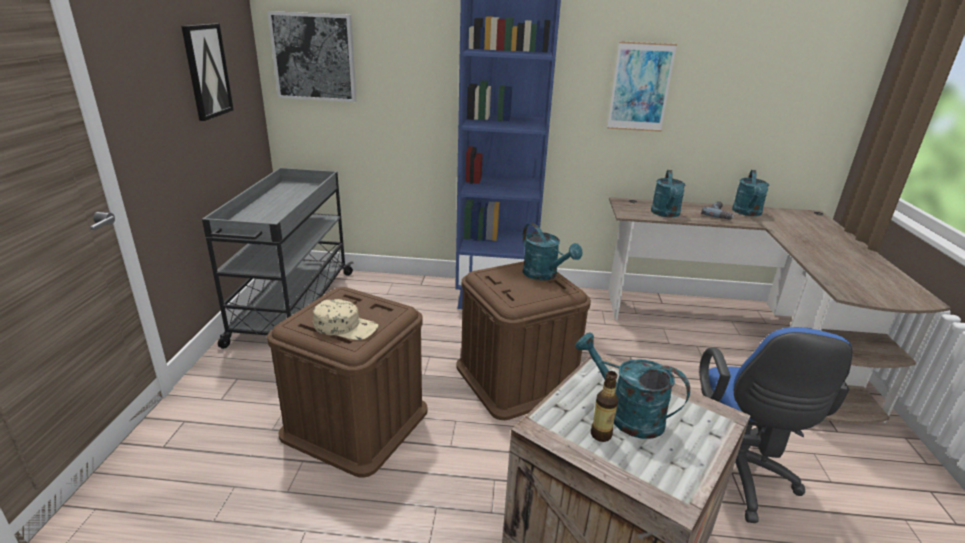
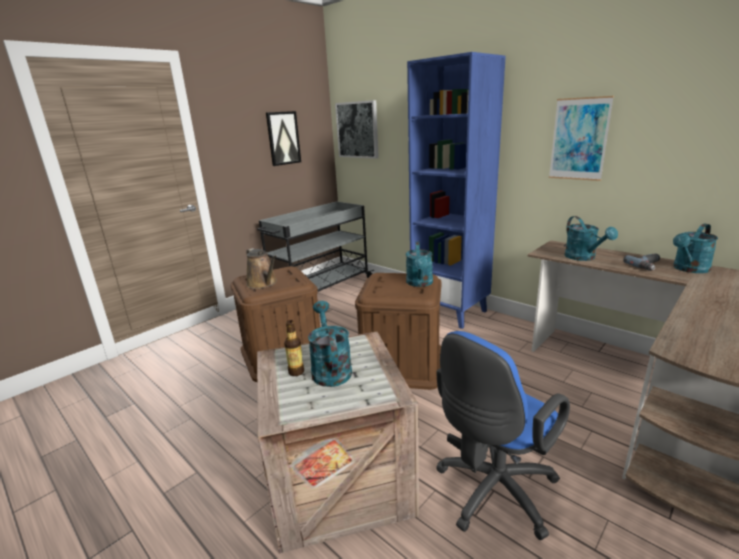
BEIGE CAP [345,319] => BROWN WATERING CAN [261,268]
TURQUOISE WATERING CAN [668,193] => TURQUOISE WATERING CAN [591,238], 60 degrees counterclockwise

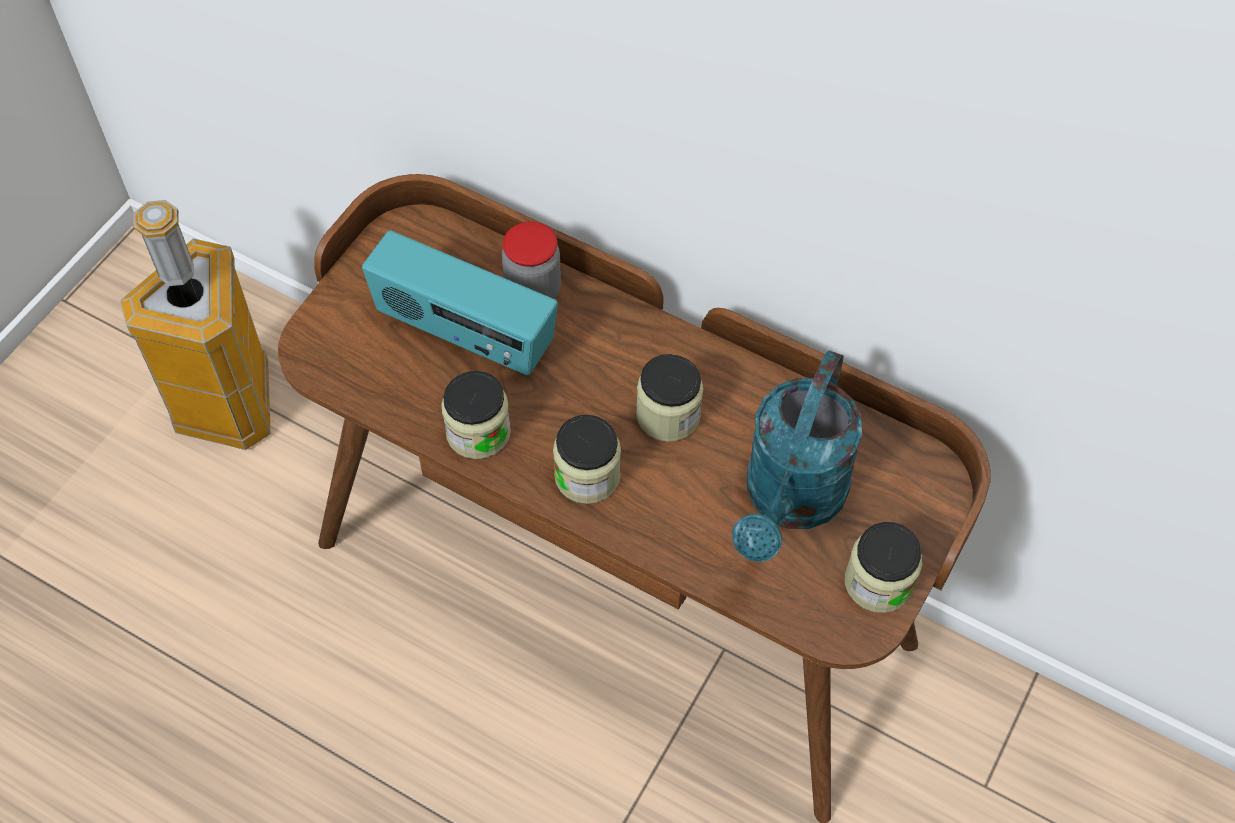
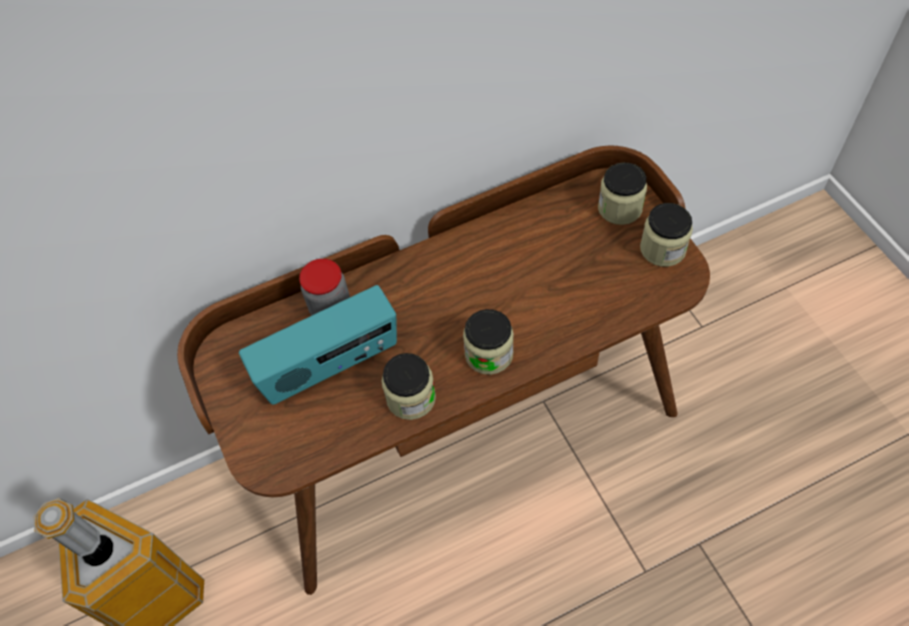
JAR [669,398] => JAR [622,193], relocated
TURQUOISE WATERING CAN [797,456] => nothing

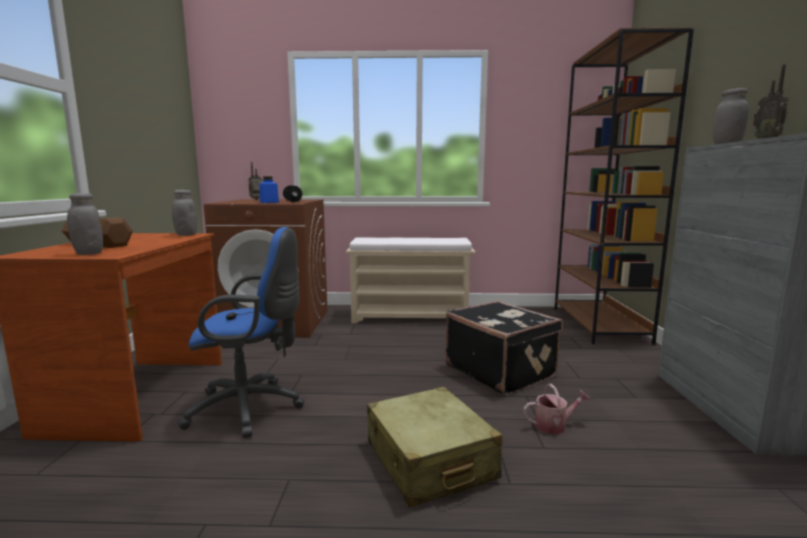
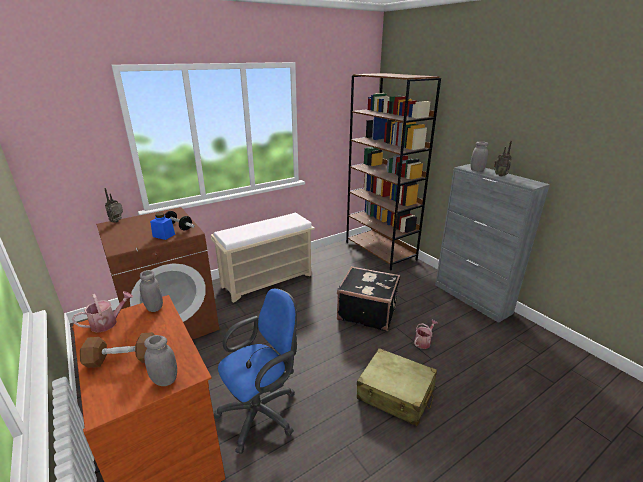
nothing => WATERING CAN [102,312]

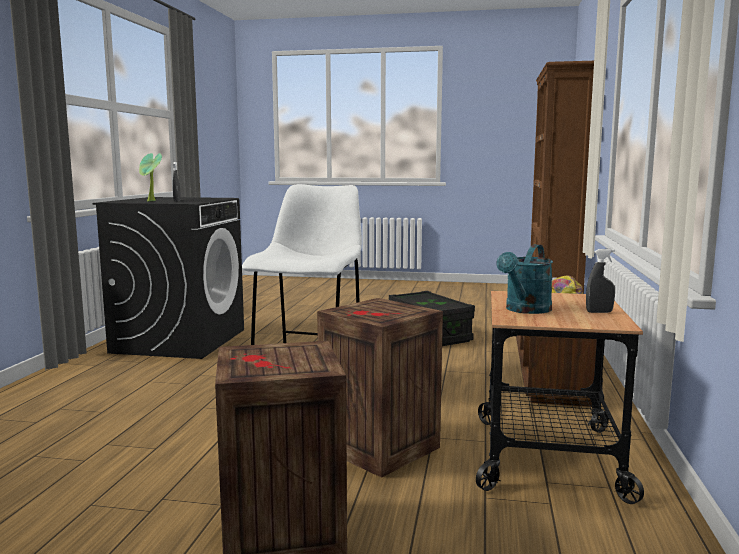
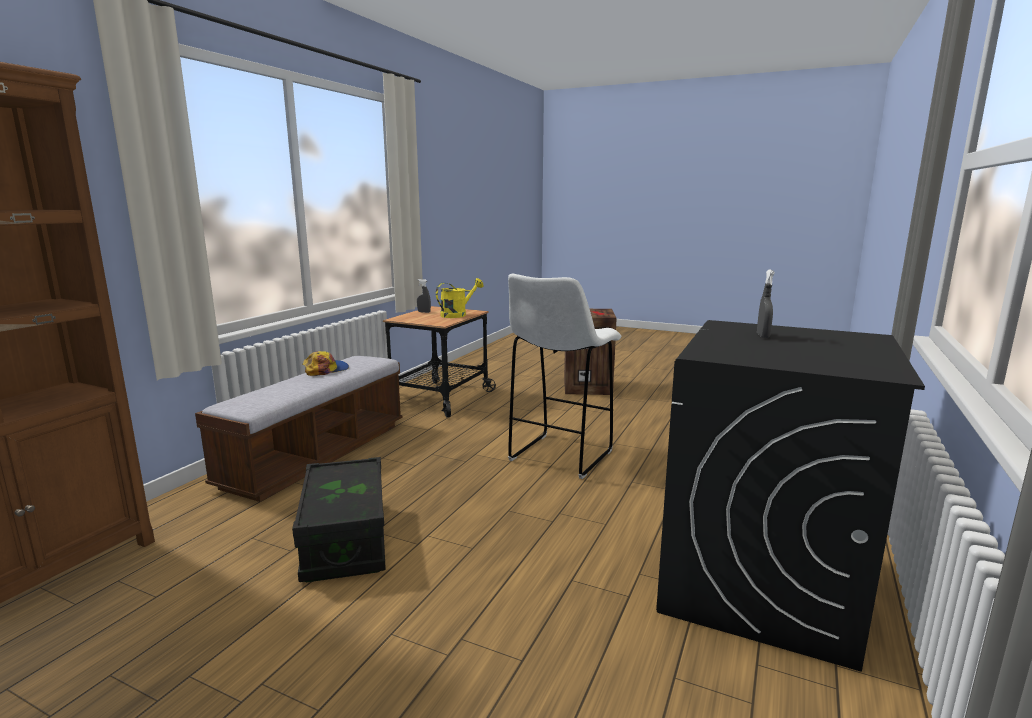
TURQUOISE WATERING CAN [525,279] => YELLOW WATERING CAN [460,298]
POTTED PLANT [150,177] => nothing
CRATE [380,388] => nothing

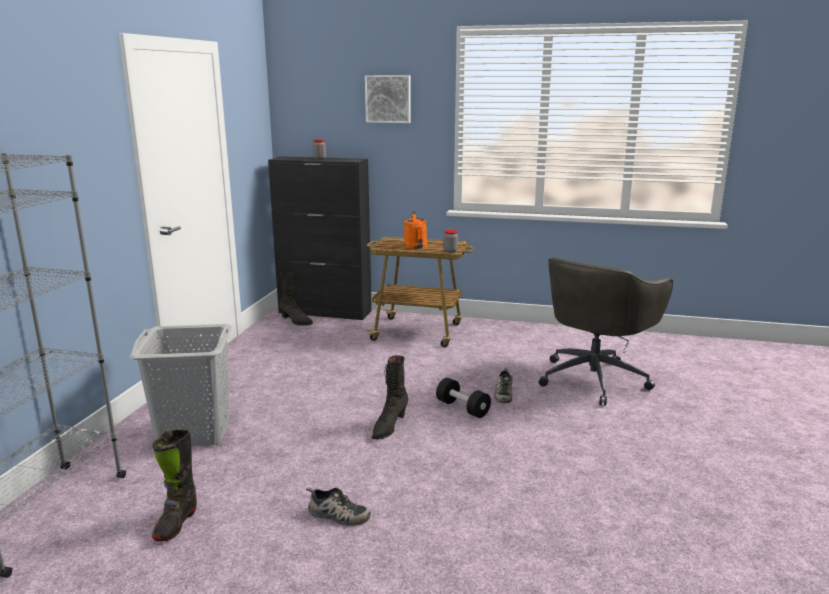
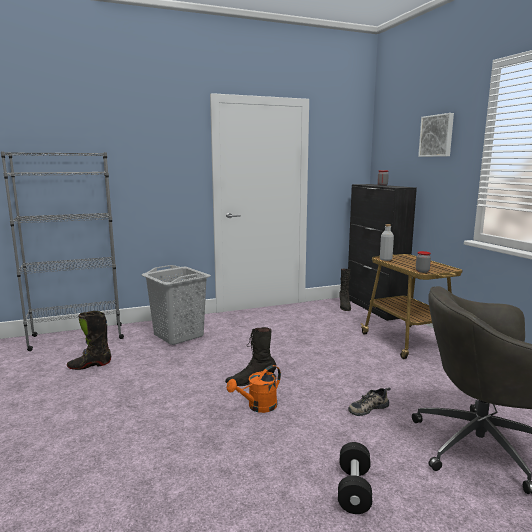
ORANGE WATERING CAN [415,230] => ORANGE WATERING CAN [253,389], relocated
BLACK DUMBBELL [463,398] => BLACK DUMBBELL [355,478], relocated
nothing => GREY BOTTLE [387,242]
SHOE [338,506] => nothing

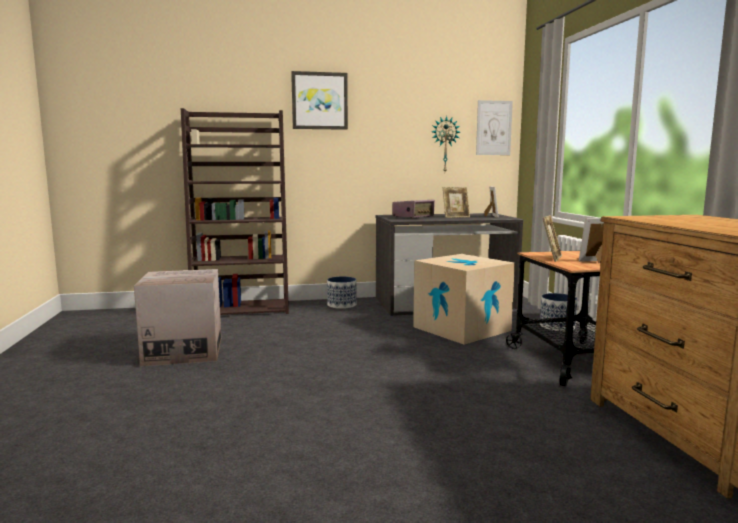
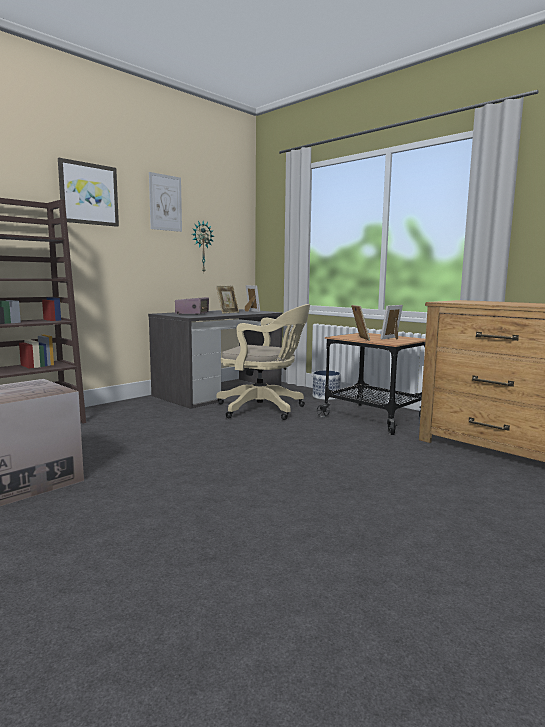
PICTURE [494,127] => PICTURE [165,202], relocated
CARDBOARD BOX [464,299] => BEIGE OFFICE CHAIR [263,362]
PLANTER [342,292] => nothing

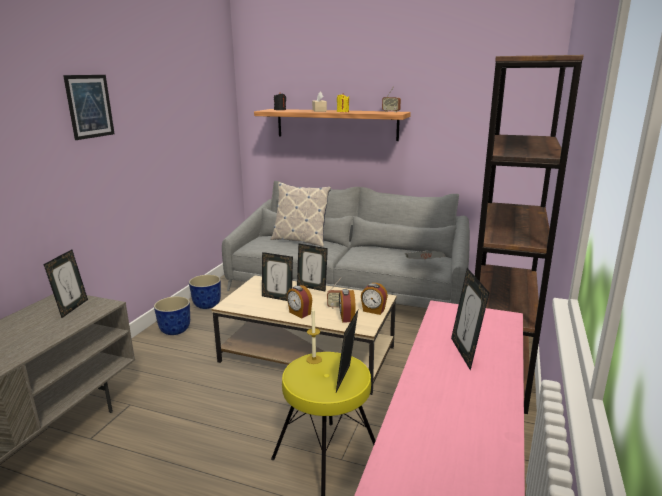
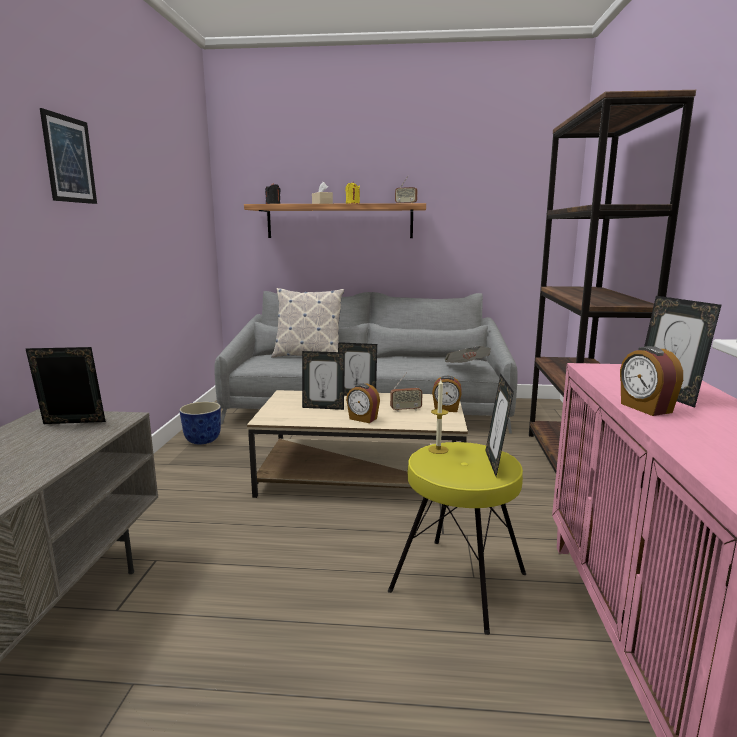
PICTURE FRAME [65,284] => PICTURE FRAME [65,385], 90 degrees counterclockwise
ALARM CLOCK [347,306] => ALARM CLOCK [651,381], relocated
PLANTER [172,315] => nothing

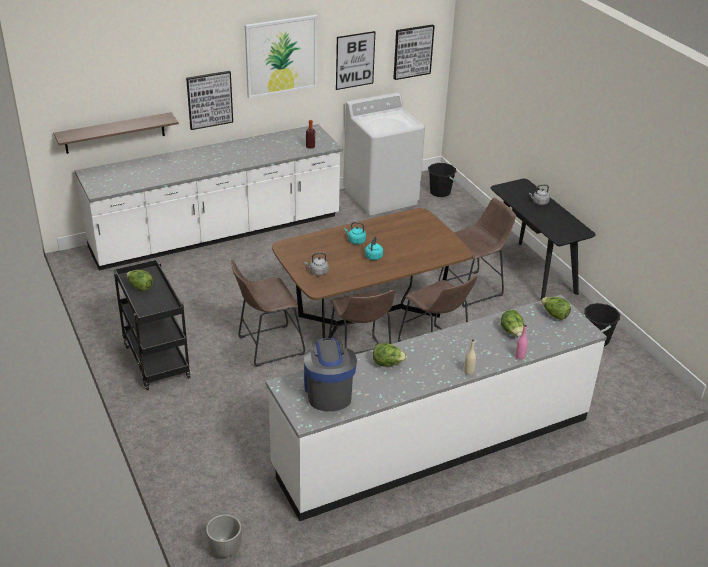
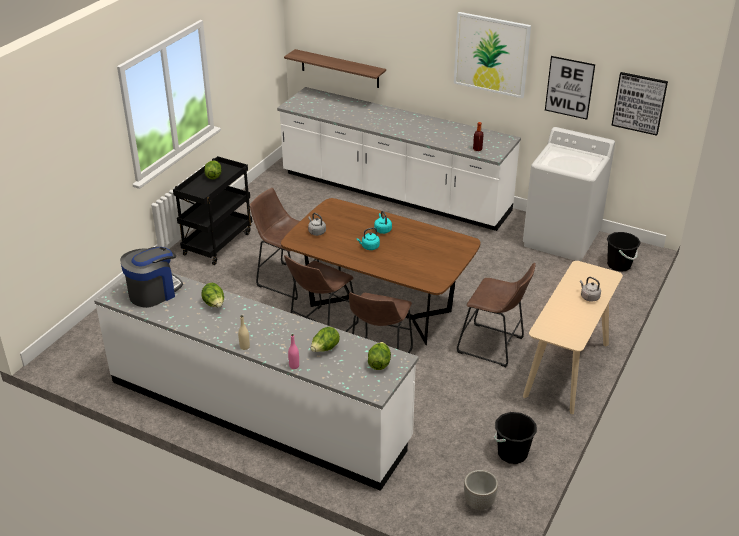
PLANTER [224,535] => PLANTER [481,490], relocated
BLACK CONSOLE TABLE [543,239] => BEIGE CONSOLE TABLE [573,337]
PICTURE [209,100] => nothing

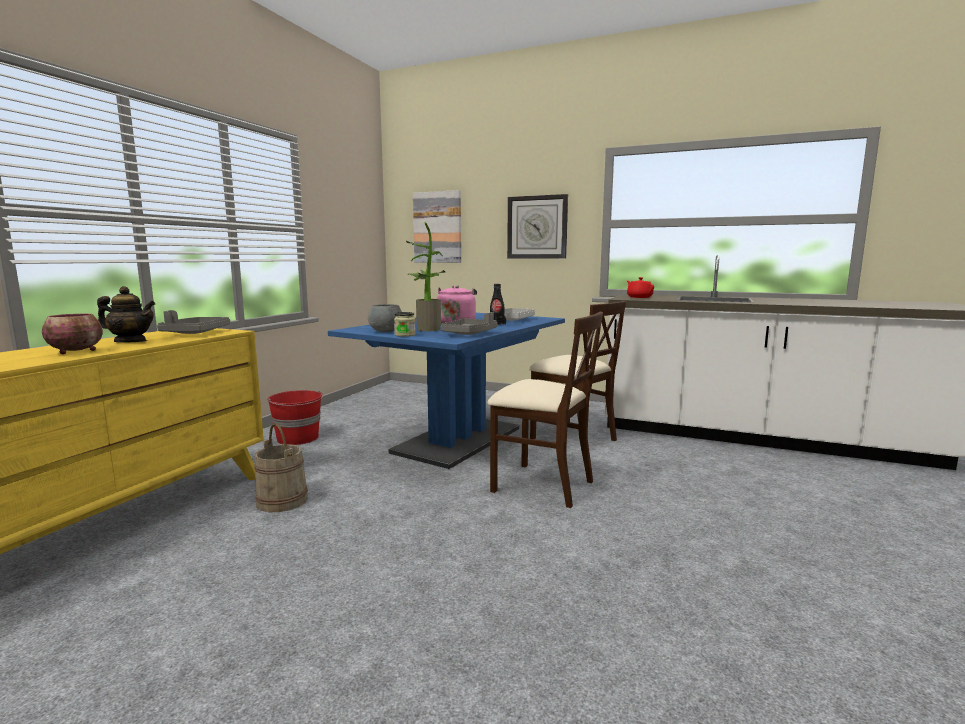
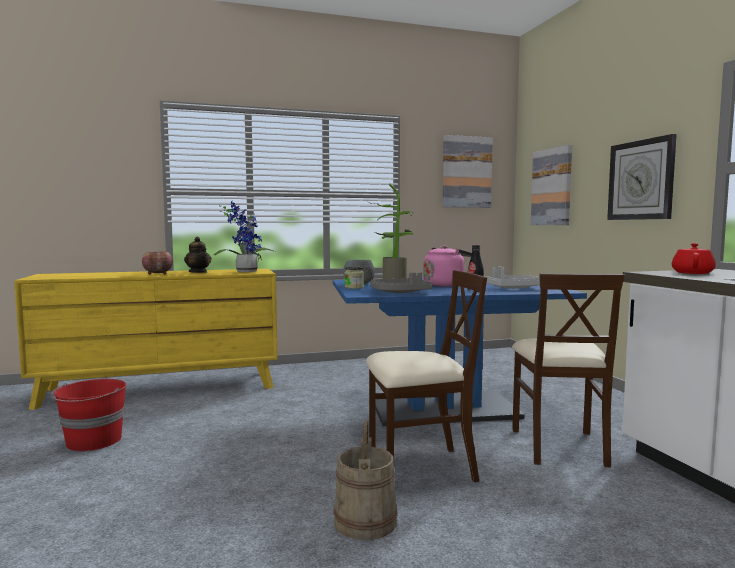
RED BUCKET [295,417] => RED BUCKET [89,415], relocated
GREY TRAY [193,322] => POTTED PLANT [244,236]
BEIGE BUCKET [281,467] => BEIGE BUCKET [365,480], relocated
BEIGE CHAIR [545,410] => BEIGE CHAIR [426,376], 90 degrees counterclockwise
nothing => PICTURE [468,171]

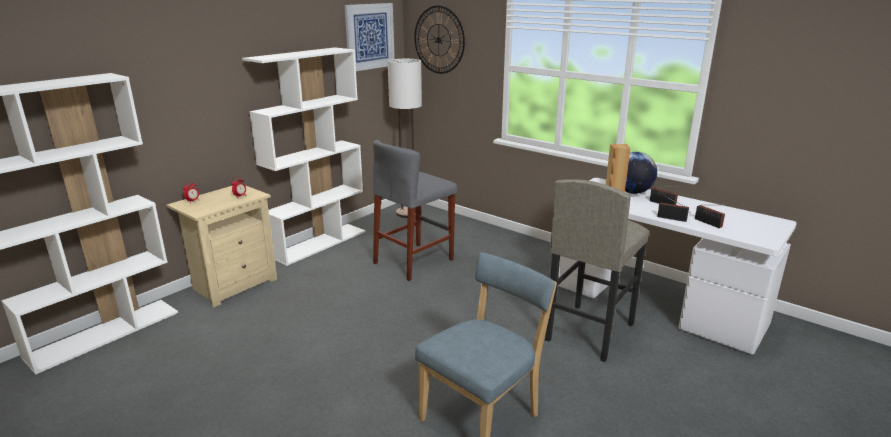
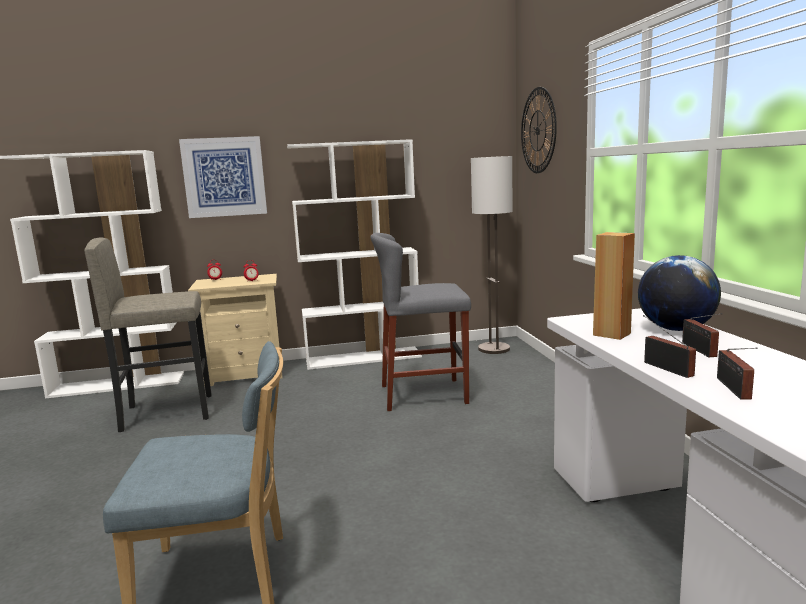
GREY STOOL [597,270] => GREY STOOL [148,334], relocated
PICTURE [370,37] => PICTURE [223,177], relocated

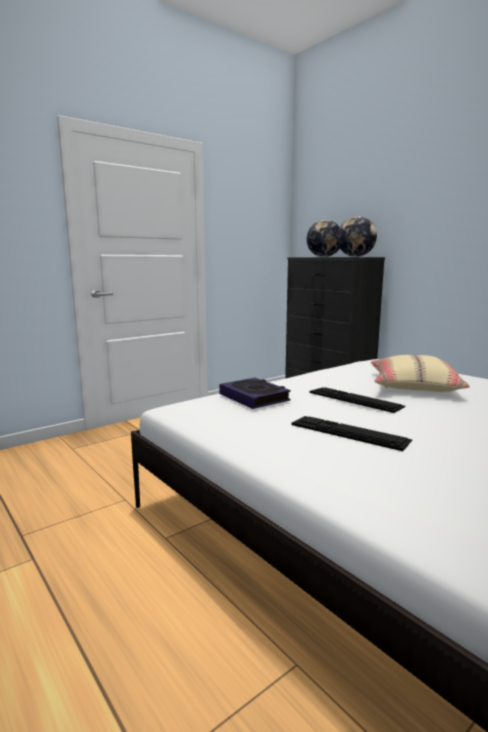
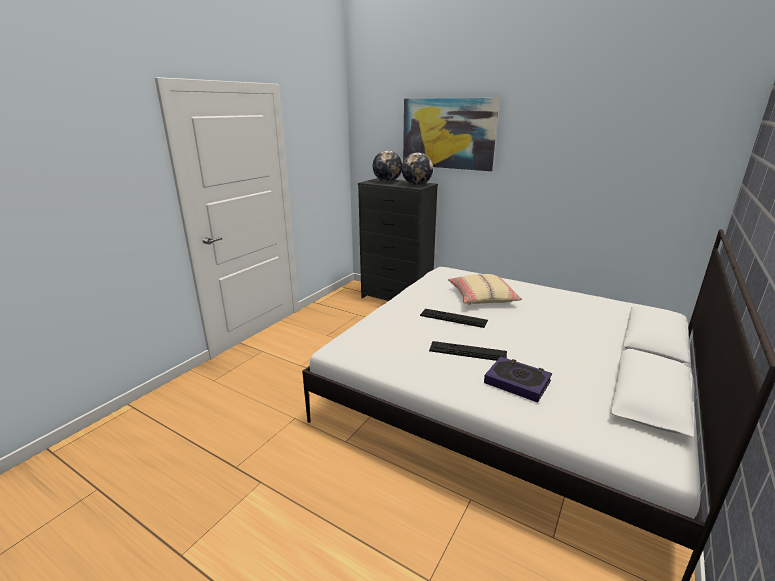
nothing => PICTURE [451,134]
BOOK [255,393] => BOOK [518,380], relocated

